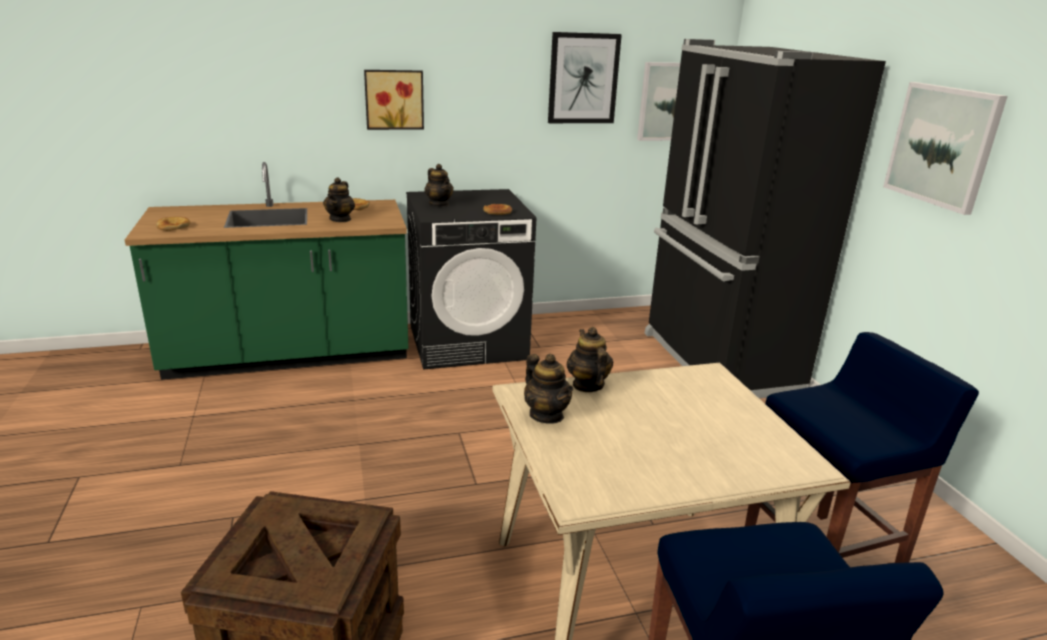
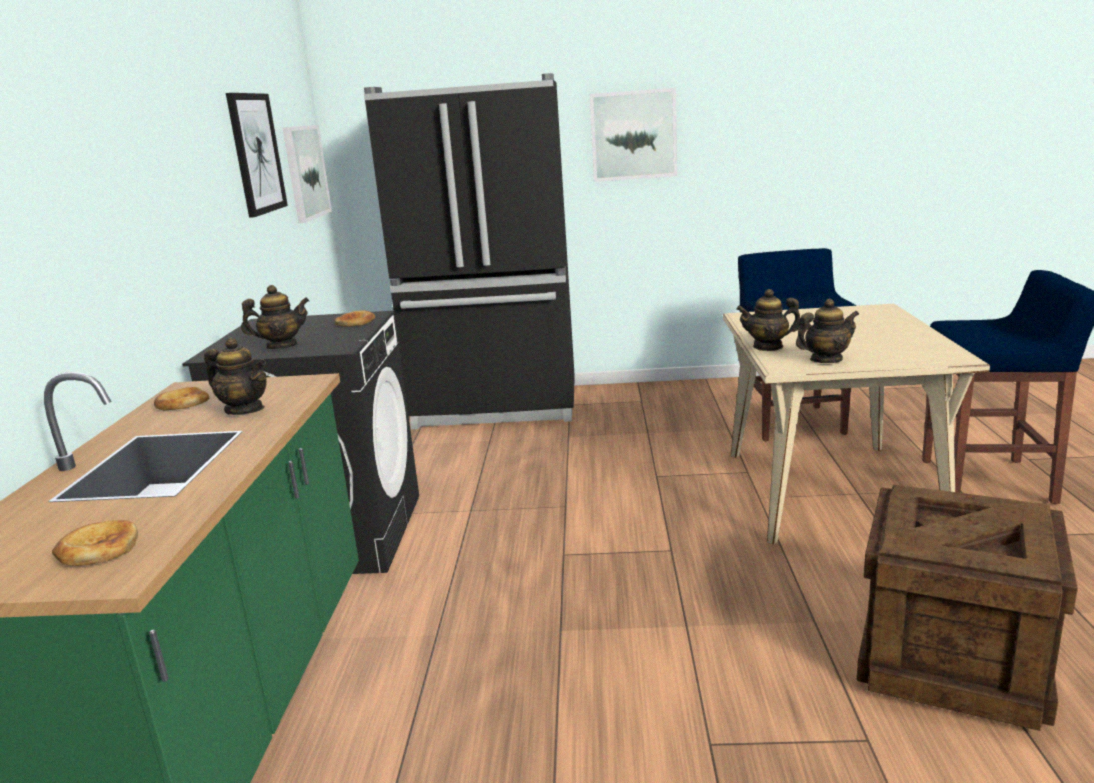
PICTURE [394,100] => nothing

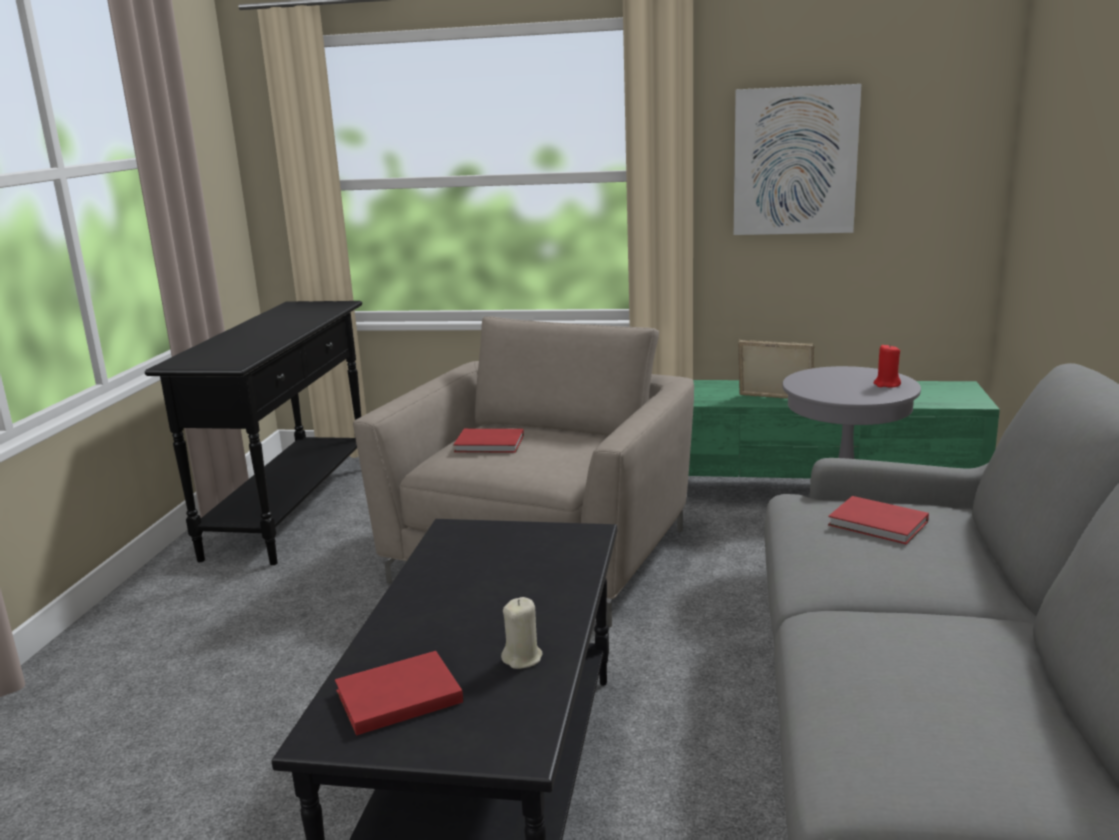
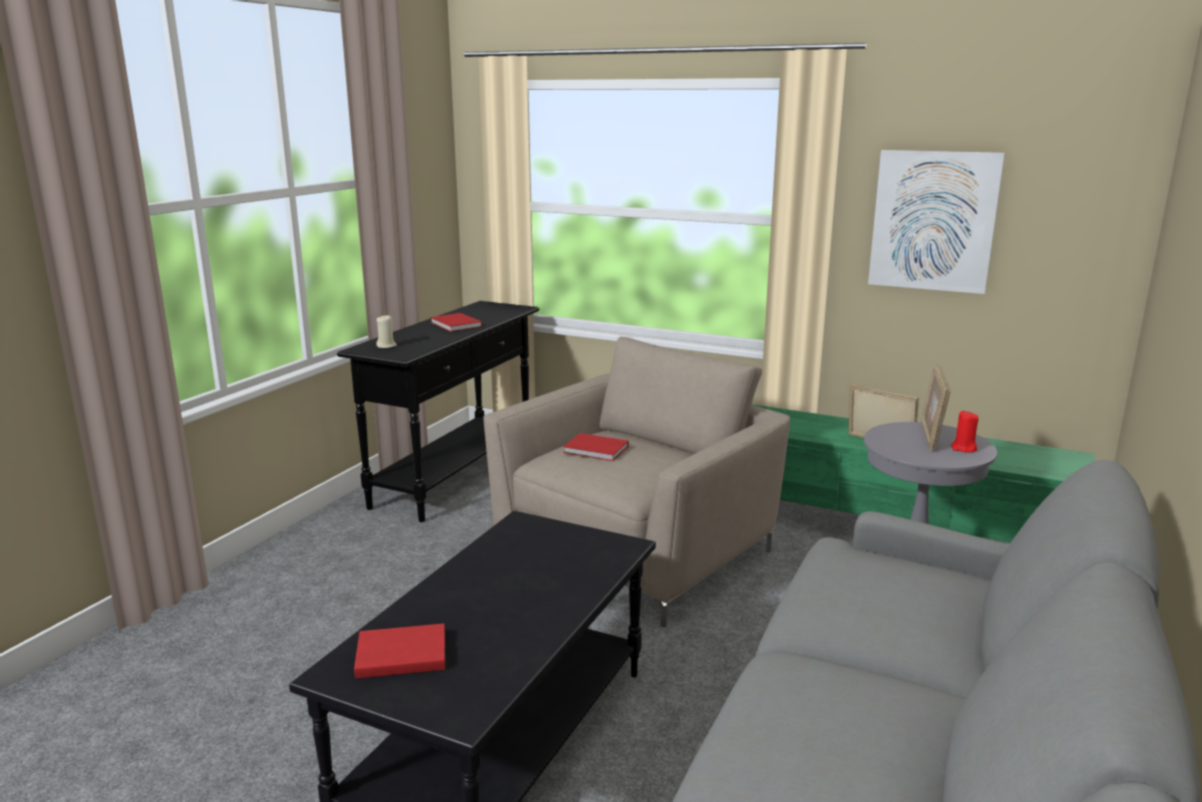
BEIGE CANDLE [521,633] => BEIGE CANDLE [386,331], relocated
RED BOOK [878,520] => RED BOOK [456,322], relocated
nothing => PICTURE FRAME [936,408]

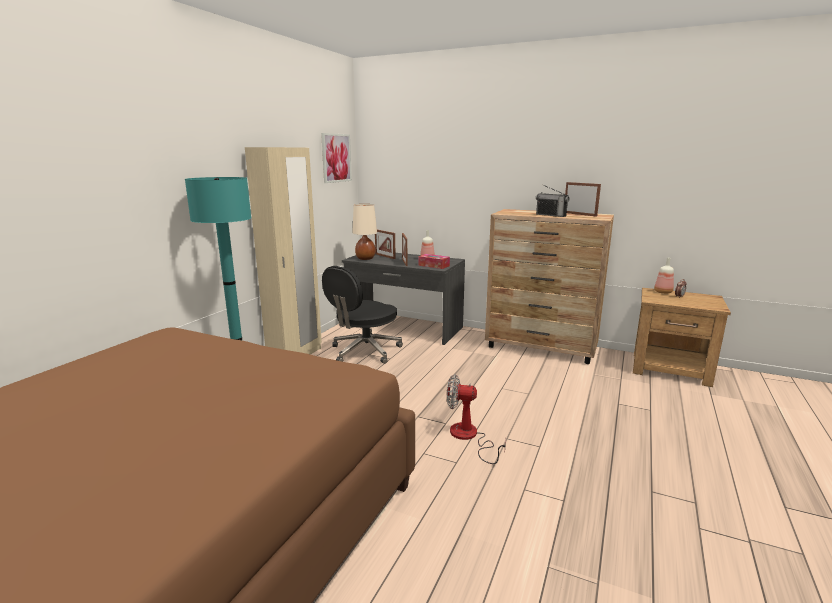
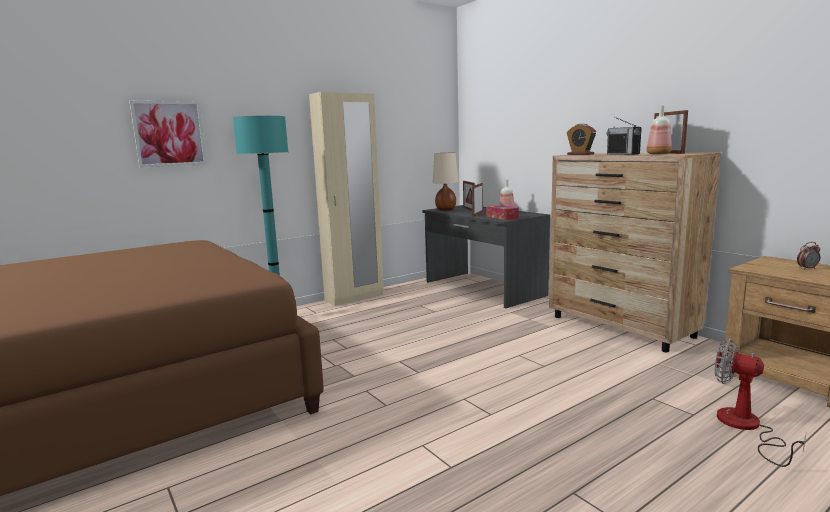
PICTURE [336,158] => PICTURE [168,134], relocated
nothing => ALARM CLOCK [581,139]
BOTTLE [664,276] => BOTTLE [659,130], relocated
FAN [476,419] => FAN [761,403], relocated
BLACK OFFICE CHAIR [362,315] => nothing

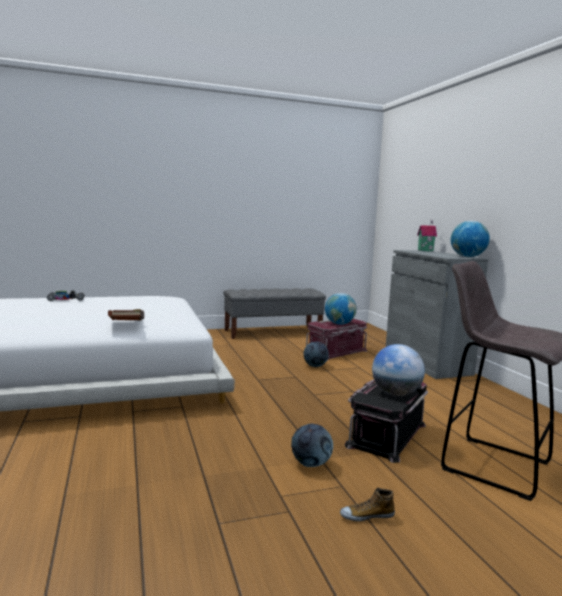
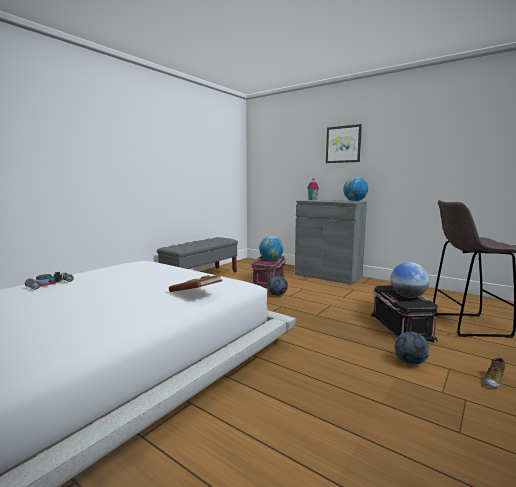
nothing => PICTURE [344,143]

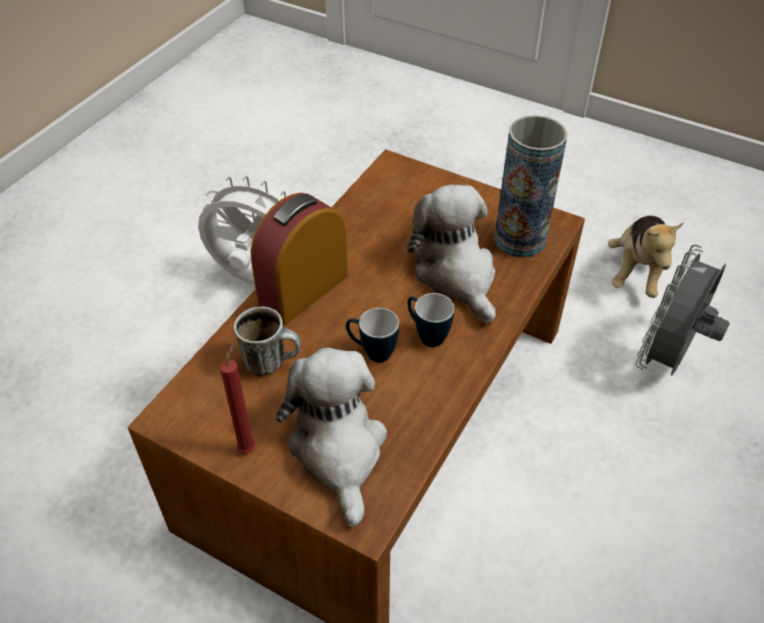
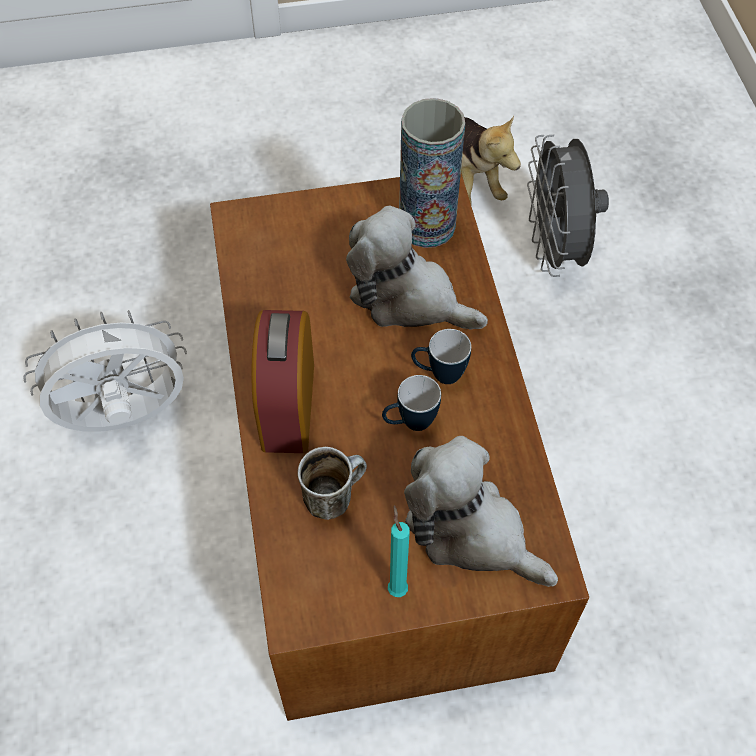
RED CANDLE [238,398] => TURQUOISE CANDLE [399,551]

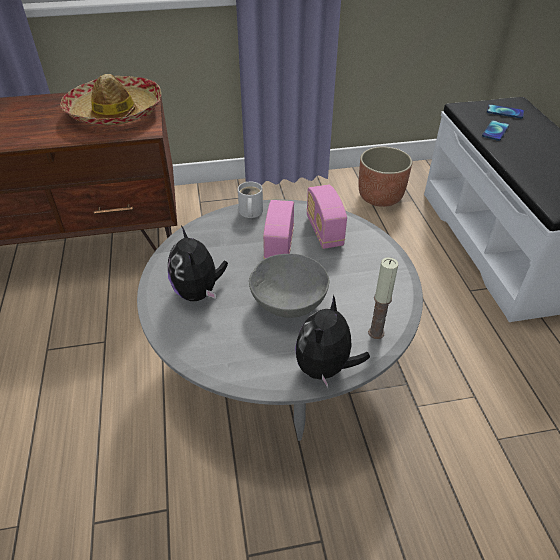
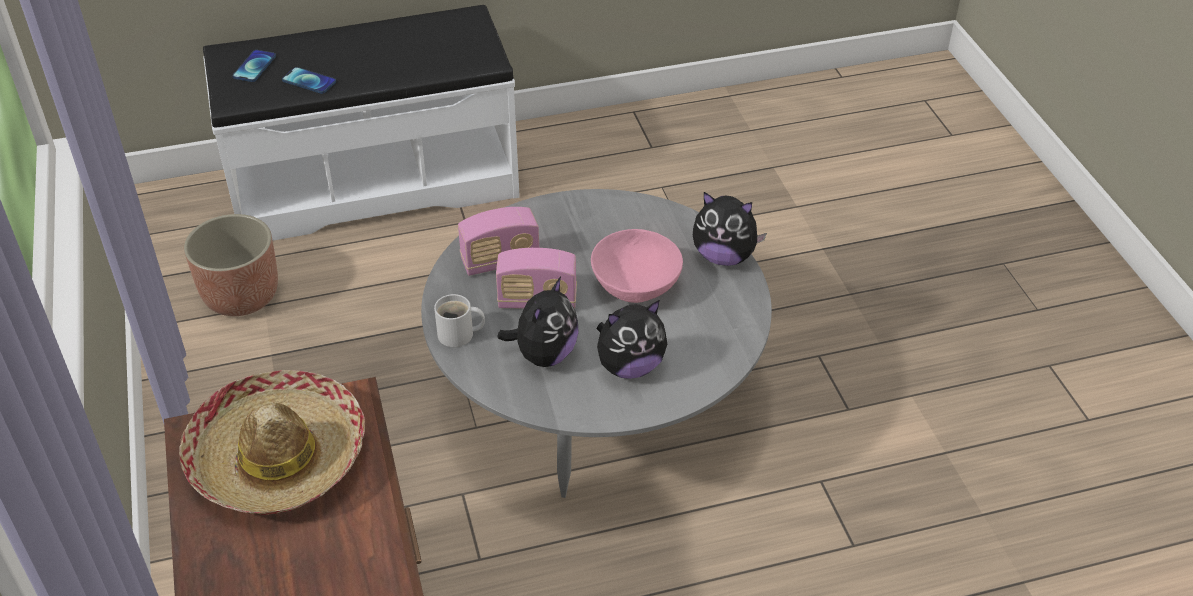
nothing => PLUSH TOY [537,322]
GREY BOWL [289,286] => PINK BOWL [637,266]
CANDLE [383,298] => nothing

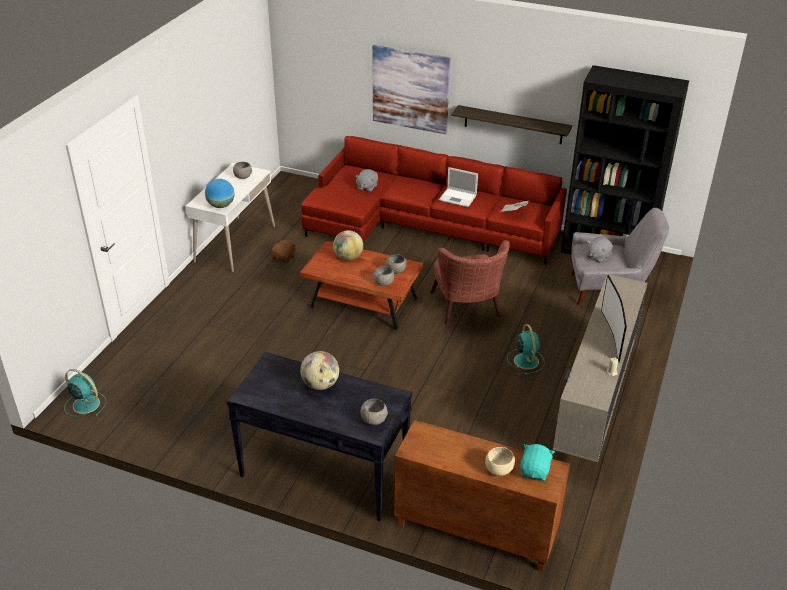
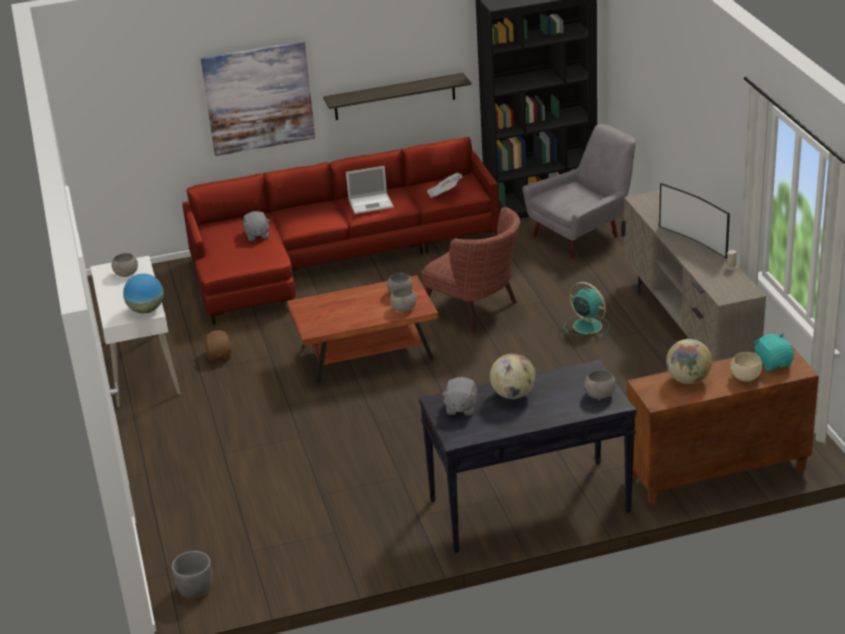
TURQUOISE FAN [85,392] => GREY PLANTER [192,574]
GREY PLUSH TOY [599,250] => GREY PLUSH TOY [459,396], relocated
GLOBE [348,245] => GLOBE [689,361], relocated

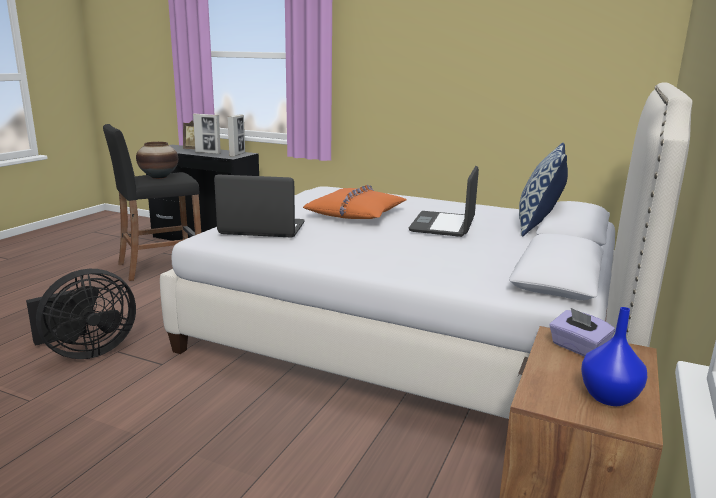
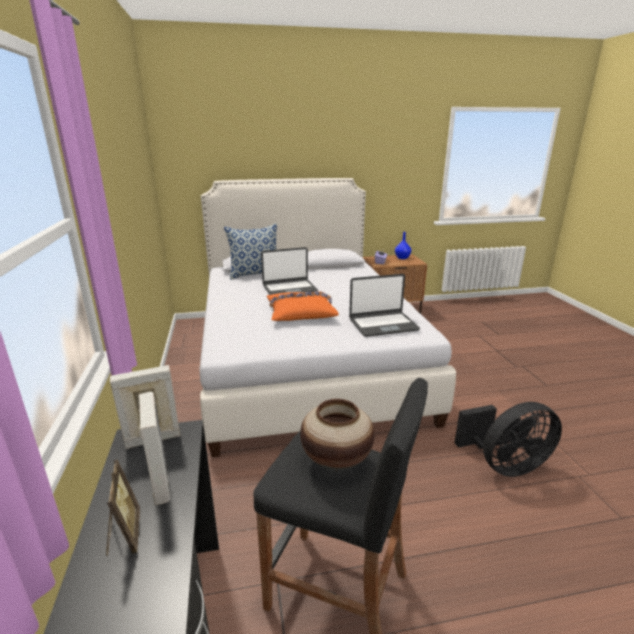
LAPTOP [259,206] => LAPTOP [384,305], 75 degrees counterclockwise
BLACK FAN [81,314] => BLACK FAN [508,439], 150 degrees clockwise

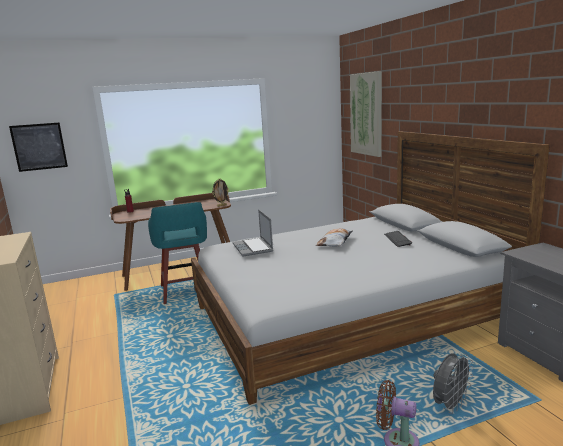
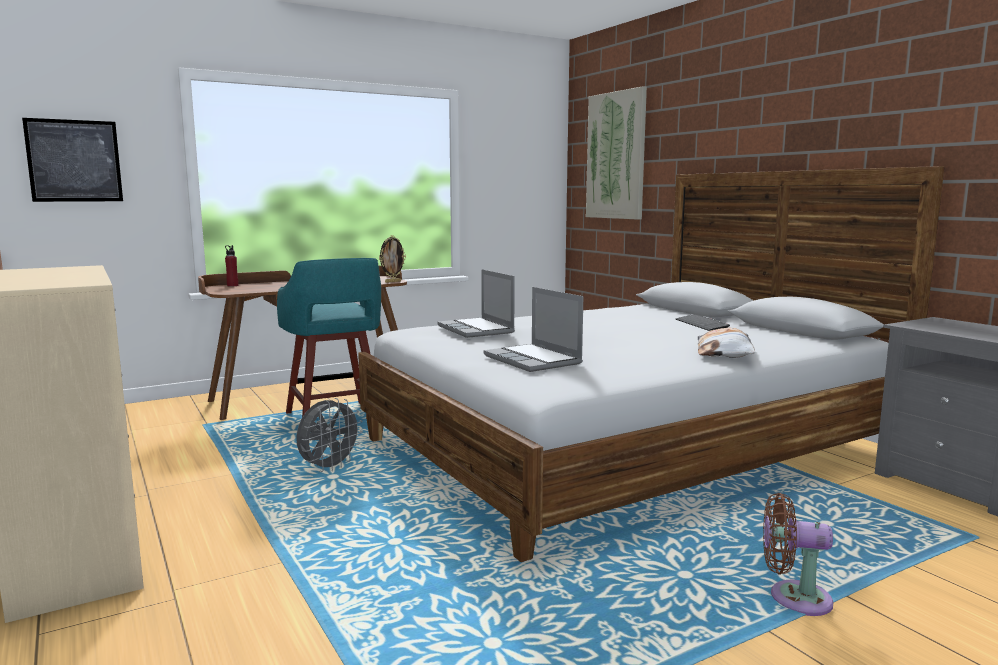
GREY FAN [453,383] => GREY FAN [329,435], relocated
nothing => LAPTOP [533,329]
PILLOW [334,237] => PILLOW [726,342], relocated

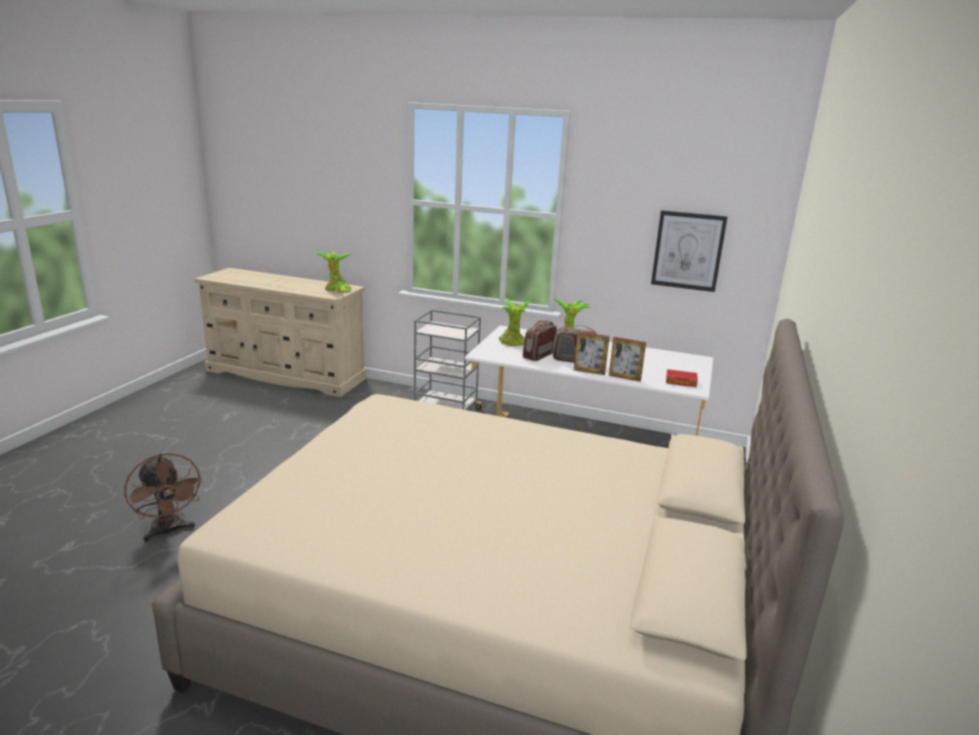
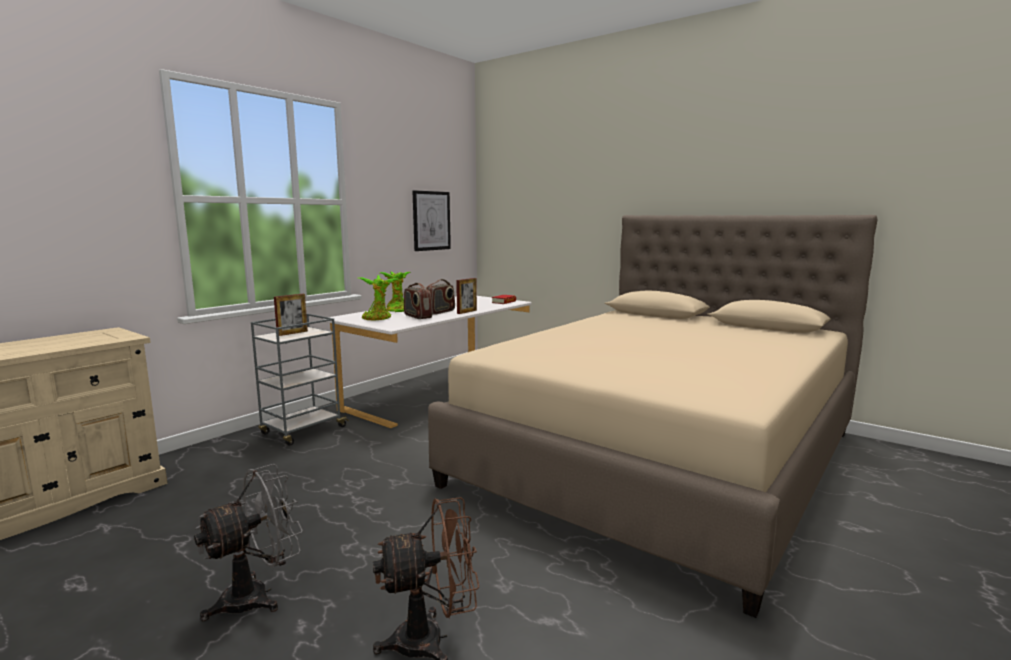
nothing => GREY FAN [248,542]
PICTURE FRAME [627,359] => PICTURE FRAME [291,315], relocated
POTTED PLANT [333,272] => nothing

